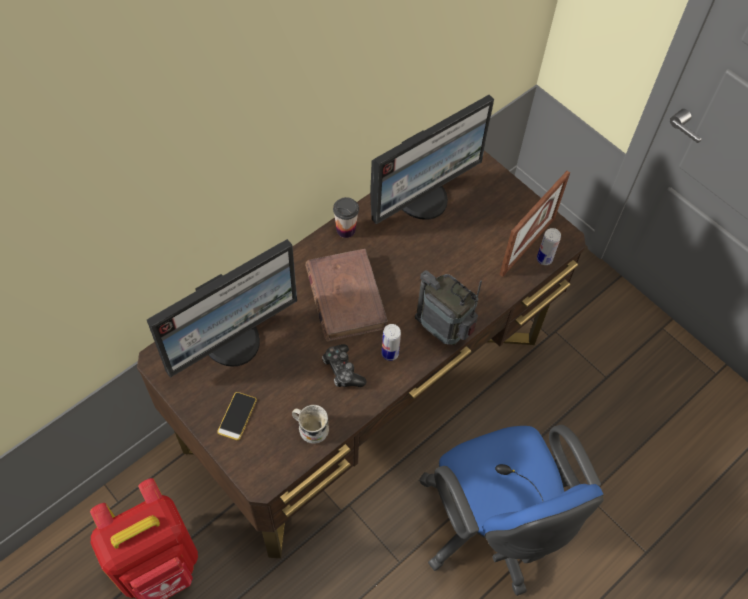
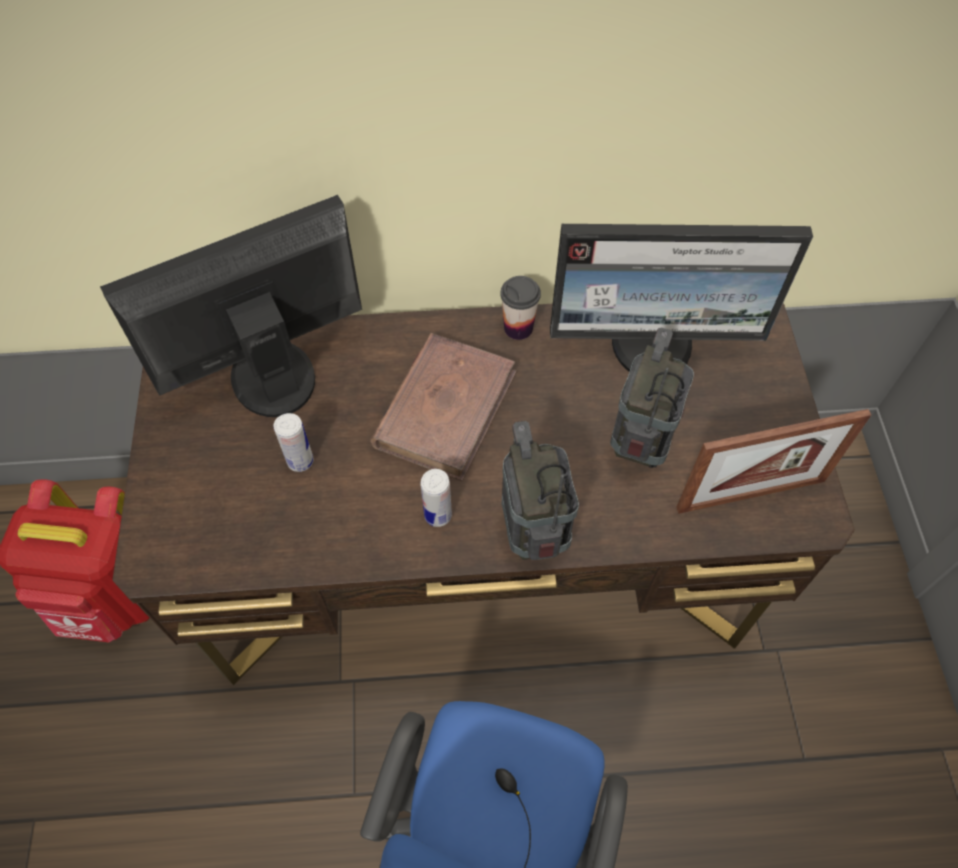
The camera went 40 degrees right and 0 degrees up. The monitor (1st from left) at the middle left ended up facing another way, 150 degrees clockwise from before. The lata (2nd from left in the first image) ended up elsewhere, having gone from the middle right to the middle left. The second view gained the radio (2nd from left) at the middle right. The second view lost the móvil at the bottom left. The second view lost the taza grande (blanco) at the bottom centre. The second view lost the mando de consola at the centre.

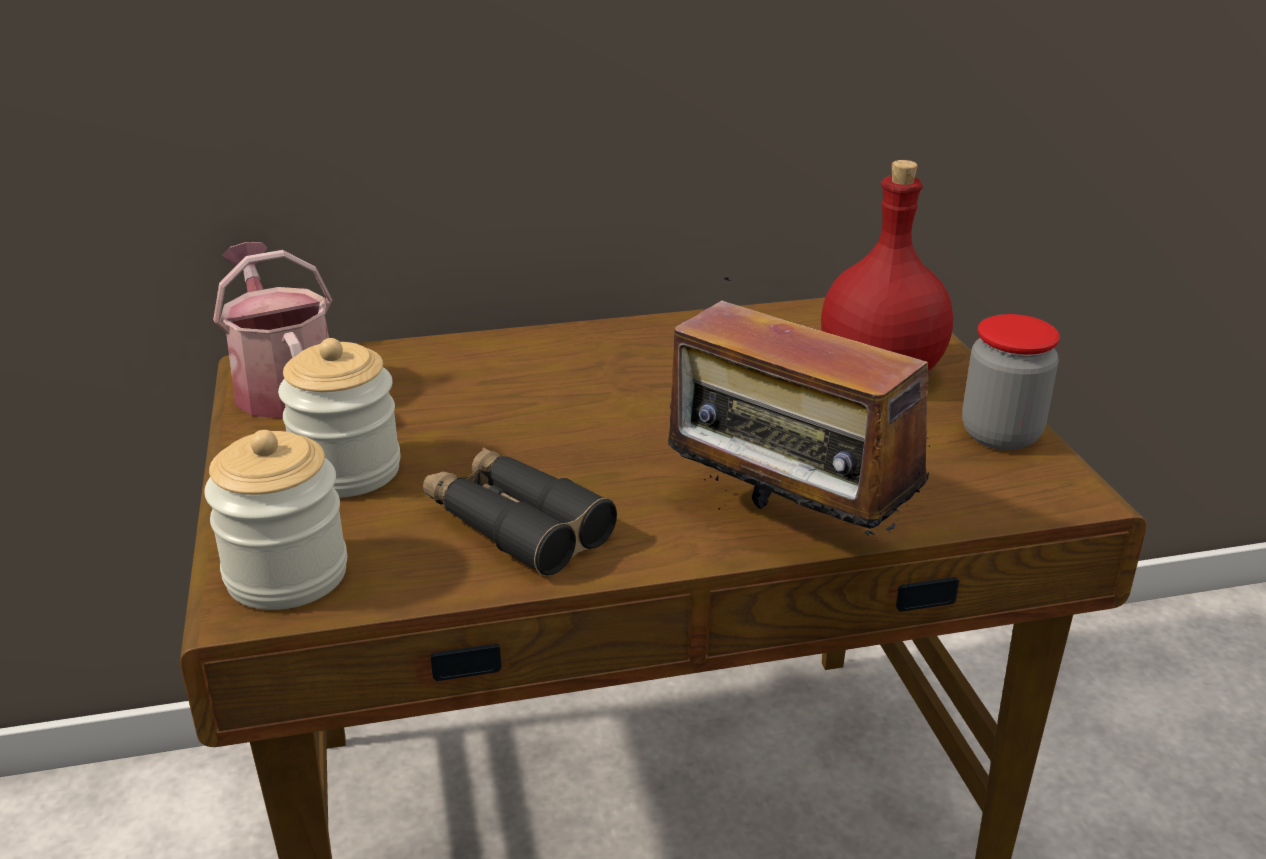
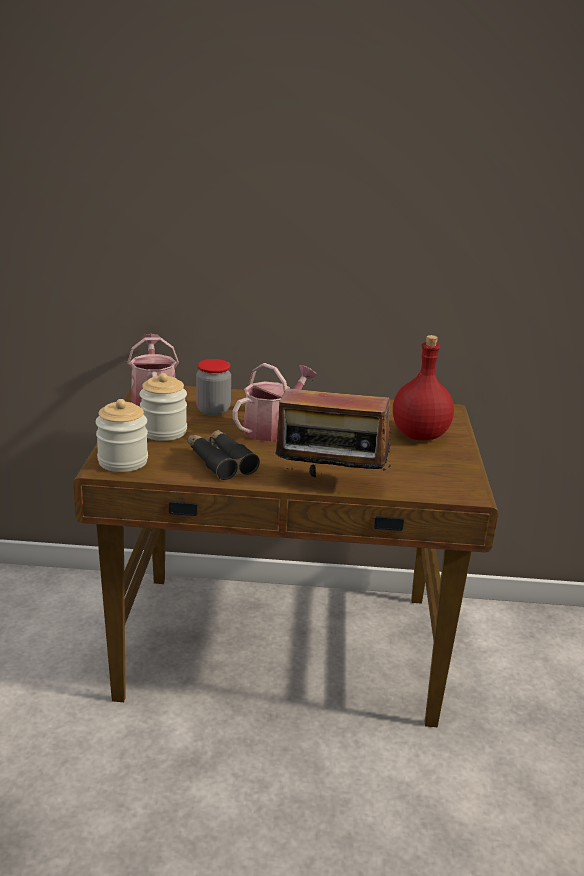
The camera went 15 degrees right and 5 degrees down. The tarro (3rd from left) ended up elsewhere, having gone from the middle right to the centre. The second view gained the regadera (2nd from left) at the centre. The radio at the centre ended up facing another way, 45 degrees counterclockwise from before.

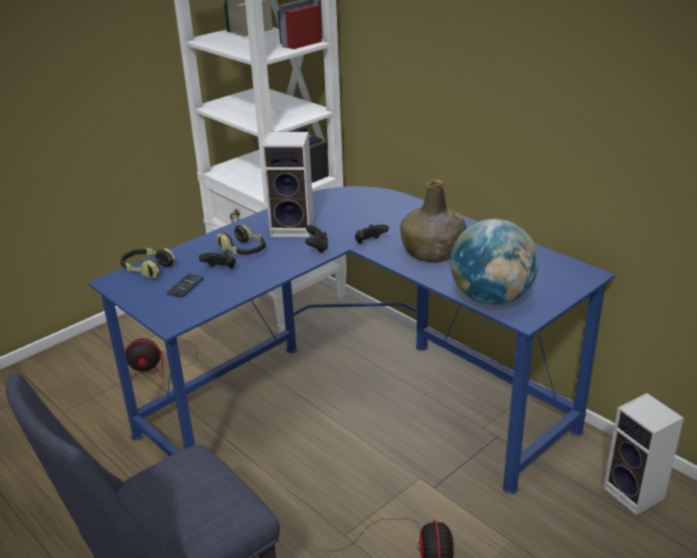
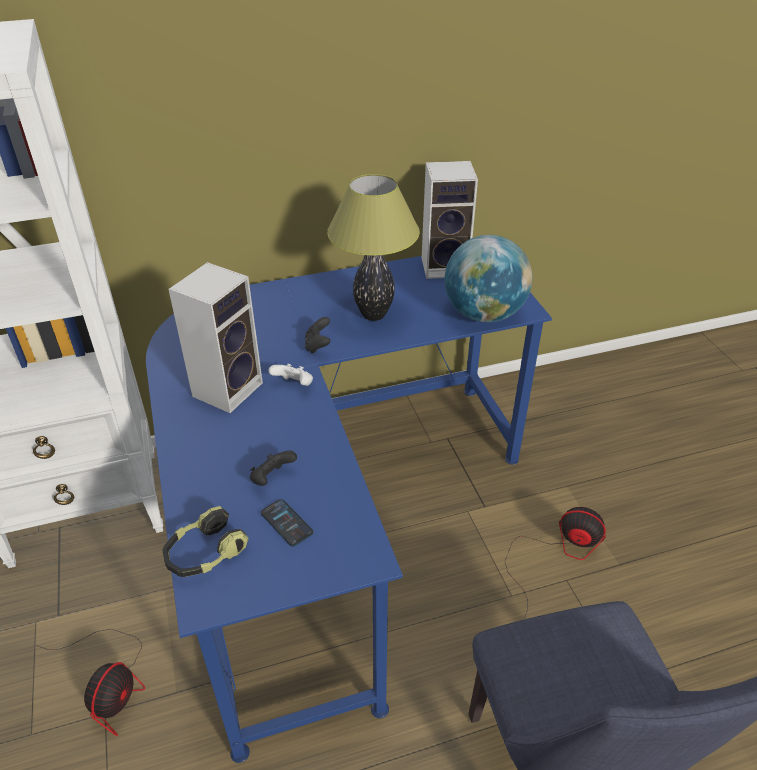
The camera went 65 degrees left and 10 degrees up. What was the mando de consola (negro) (2nd from left) at the centre turned into the mando de consola (blanco) at the centre. Where the botella (verde) stood at the centre, the lámpara de mesa came to stand at the top centre. The altavoz (2nd from left) ended up elsewhere, having gone from the bottom right to the top centre. The second view lost the auriculares (2nd from left) at the centre.

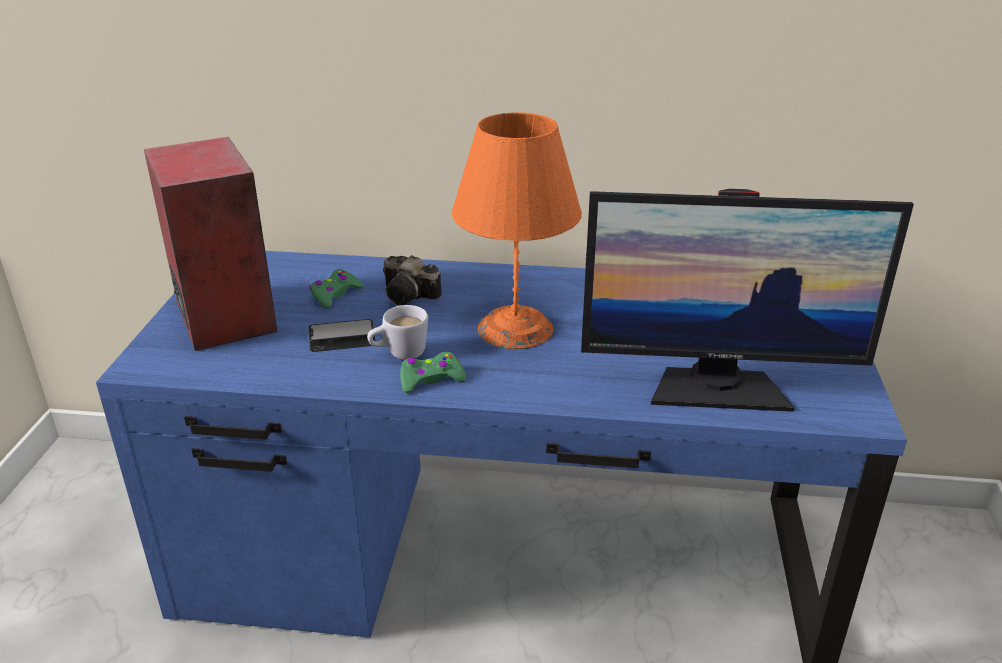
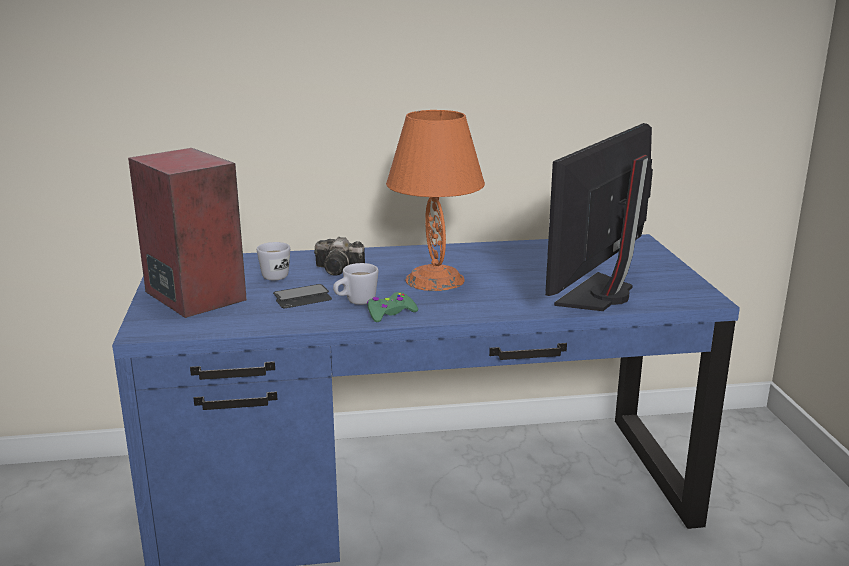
The camera went 15 degrees left and 10 degrees down. Where the mando de consola (verde) (1st from left) stood at the centre, the taza grande (blanco) (1st from left) came to stand at the middle left. The monitor at the middle right ended up facing another way, 135 degrees clockwise from before.

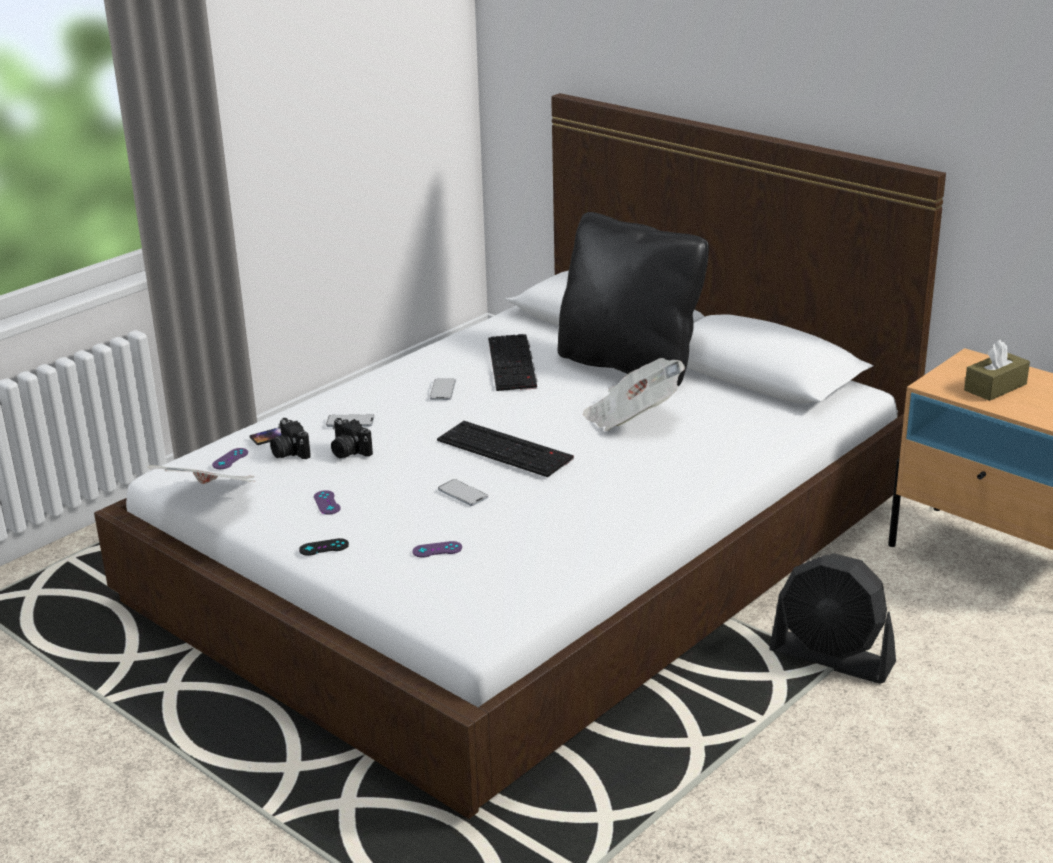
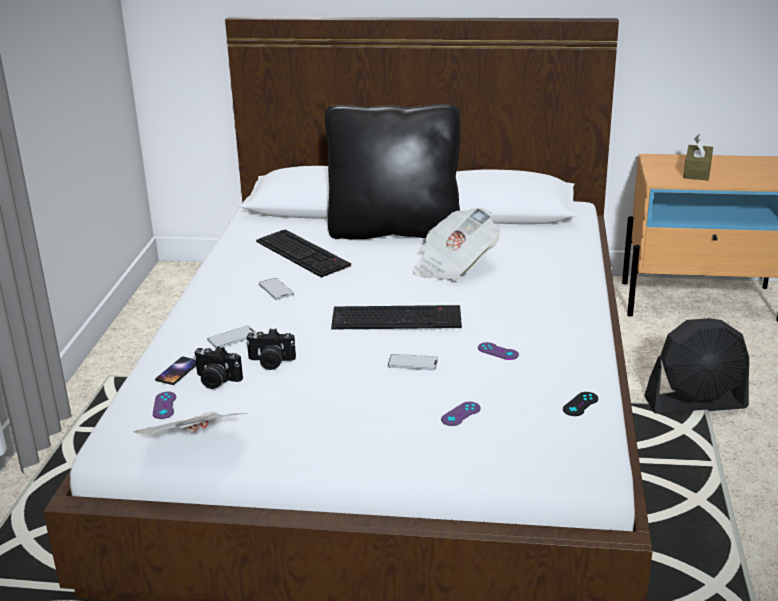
The camera went 35 degrees left and 0 degrees up. The mando de consola (morado) (2nd from left in the first image) ended up elsewhere, having gone from the middle left to the centre. The mando de consola (negro) ended up elsewhere, having gone from the middle left to the bottom right.

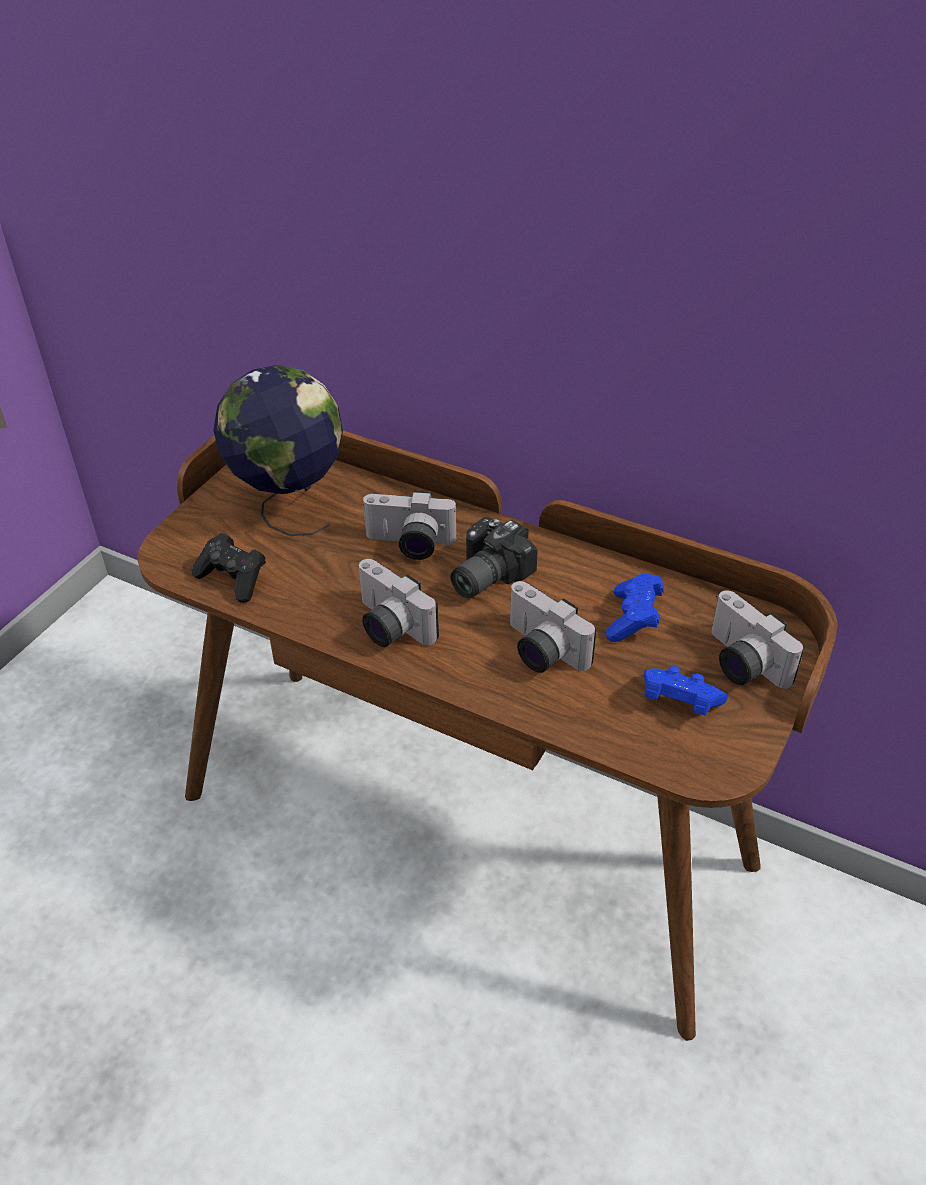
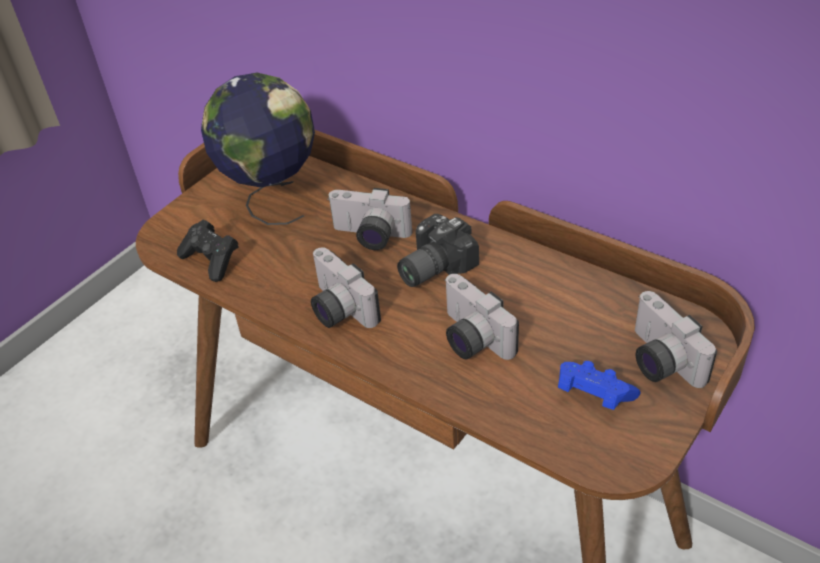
The camera went 10 degrees right and 0 degrees up. The second view lost the mando de consola (azul) (1st from left) at the middle right.

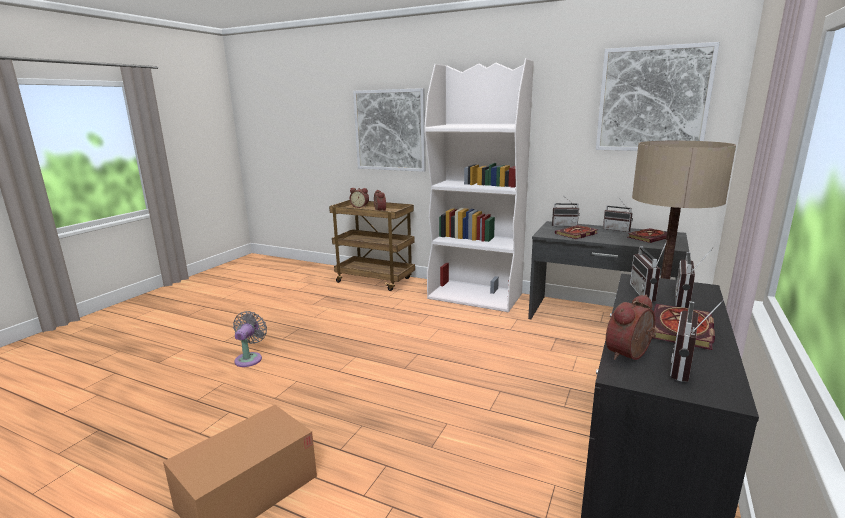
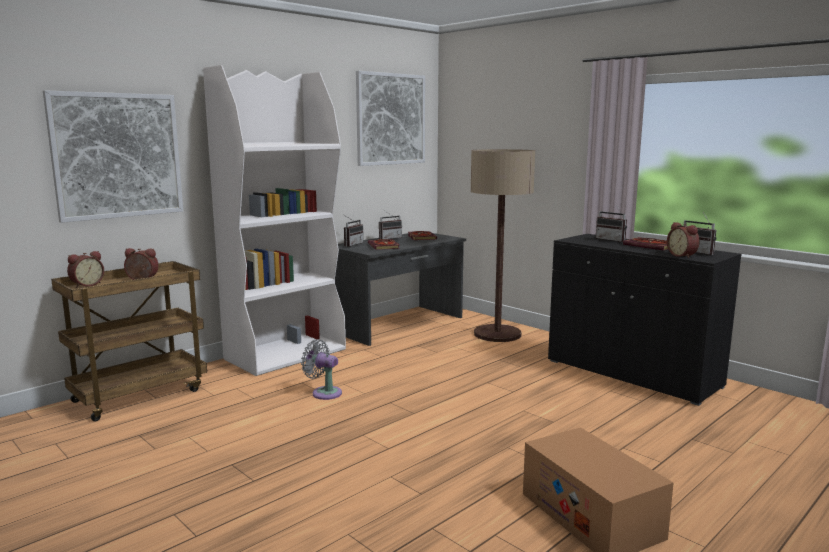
The camera went 70 degrees left and 5 degrees down. The ventilador (gris) ended up elsewhere, having gone from the middle left to the bottom centre. The second view lost the radio (3rd from left) at the middle right.

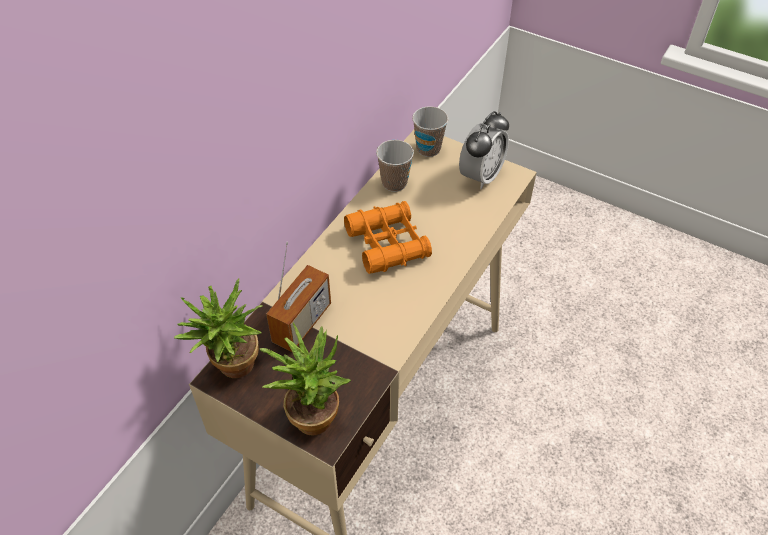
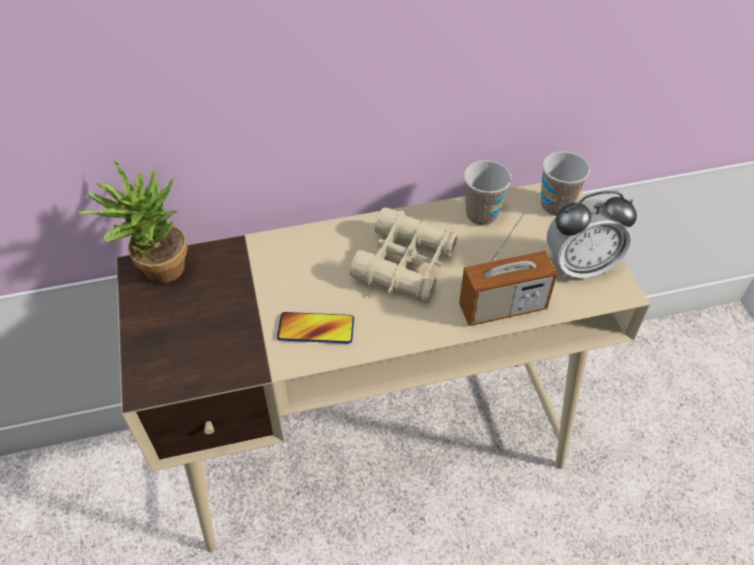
The camera went 45 degrees right and 0 degrees up. The second view gained the móvil at the centre. What was the prismáticos (naranja) at the centre turned into the prismáticos (beis) at the centre. The radio ended up elsewhere, having gone from the centre to the middle right. The second view lost the planta en maceta (2nd from left) at the bottom centre.

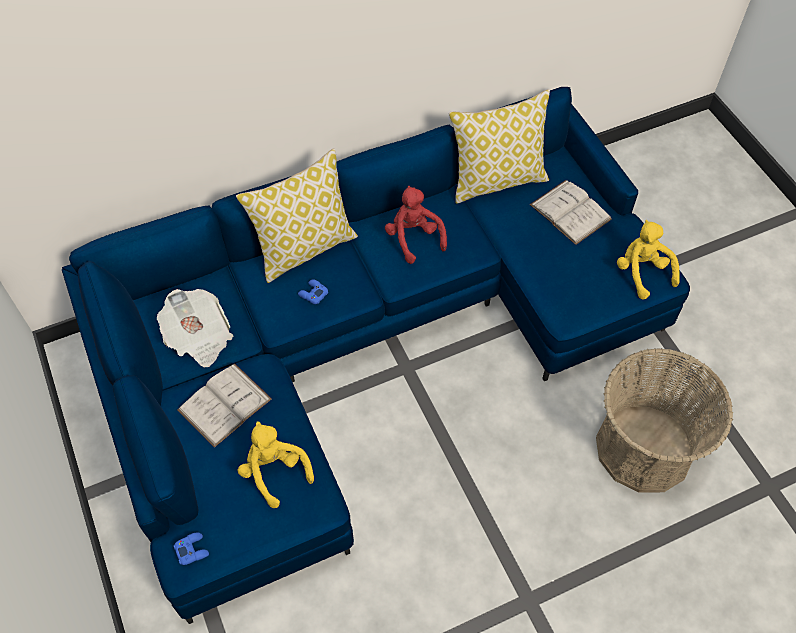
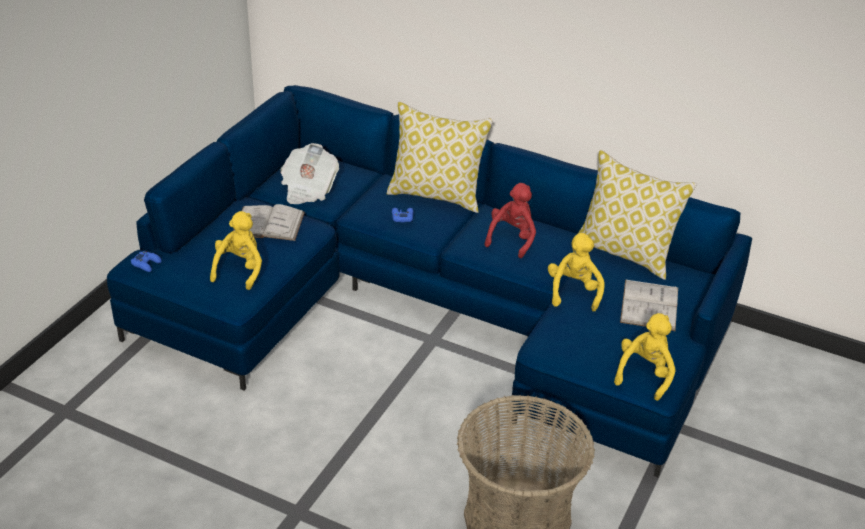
The camera went 50 degrees right and 20 degrees down. The second view gained the peluche (amarillo) (2nd from left) at the centre.

